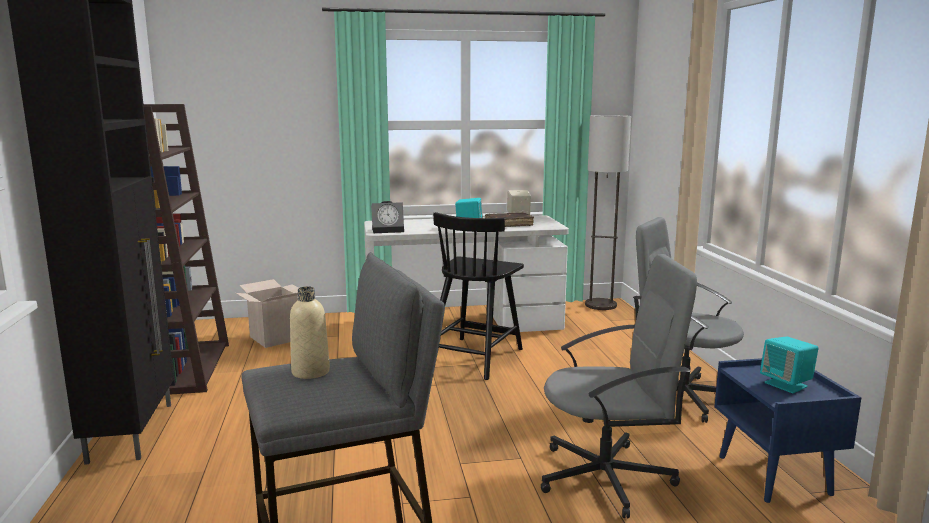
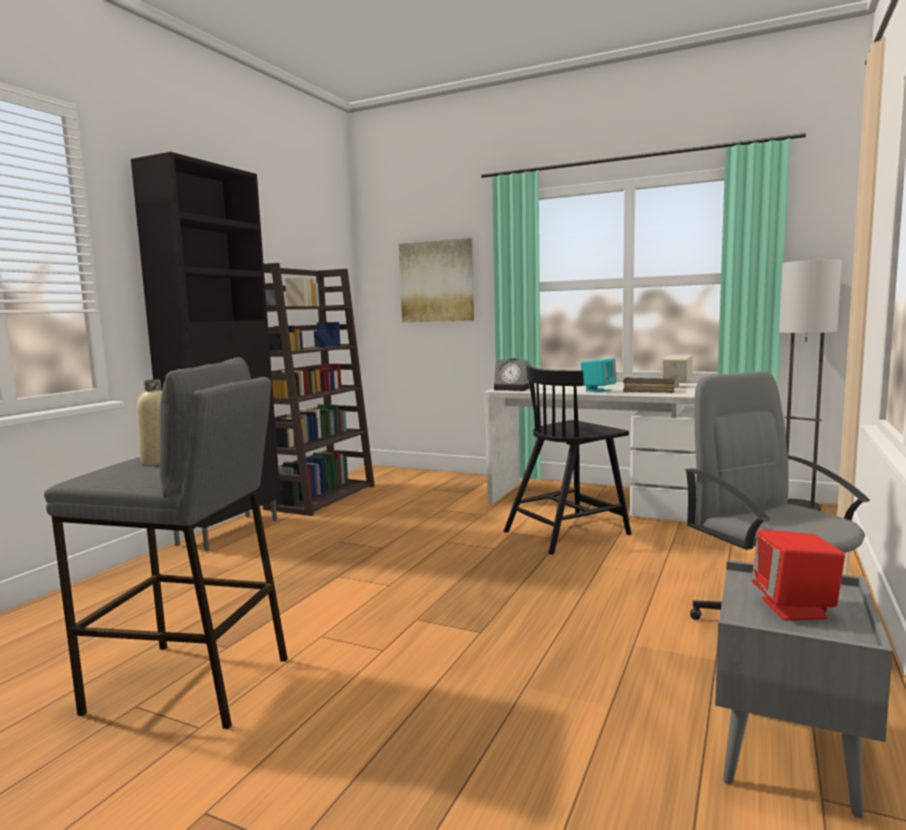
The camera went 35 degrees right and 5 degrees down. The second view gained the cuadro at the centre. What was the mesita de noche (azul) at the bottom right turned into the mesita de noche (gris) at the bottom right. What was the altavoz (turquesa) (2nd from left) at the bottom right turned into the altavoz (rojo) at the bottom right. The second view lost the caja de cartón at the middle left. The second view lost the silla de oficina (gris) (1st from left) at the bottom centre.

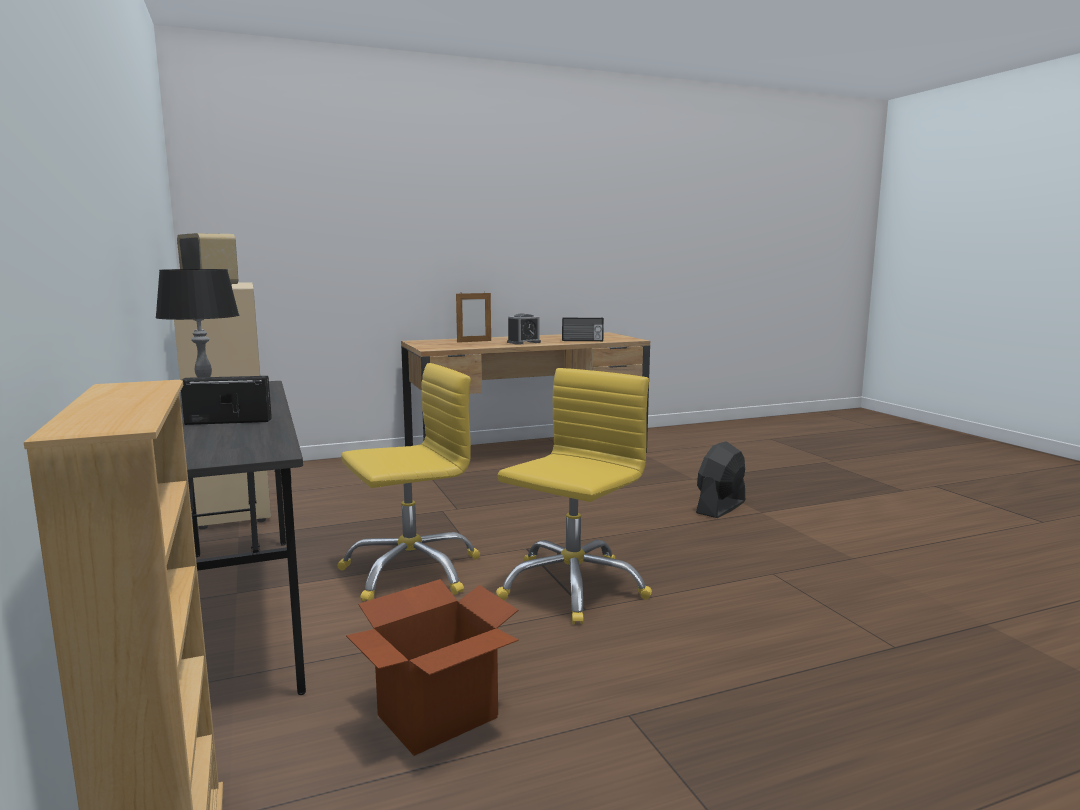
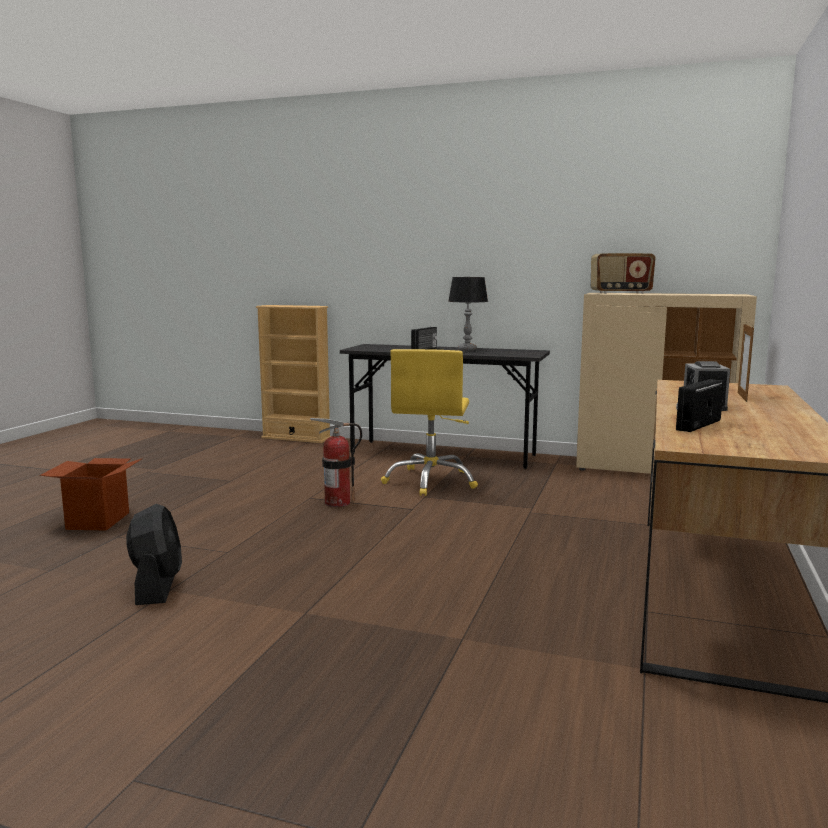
The camera went 130 degrees right and 0 degrees up. The caja de cartón ended up elsewhere, having gone from the bottom centre to the middle left. The ventilador (negro) ended up elsewhere, having gone from the middle right to the bottom left. Where the silla de oficina (amarillo) (2nd from left) stood at the centre, the extintor came to stand at the centre.

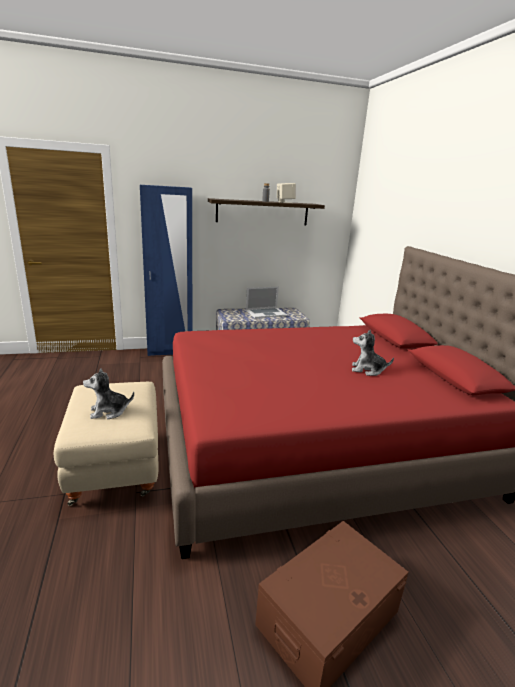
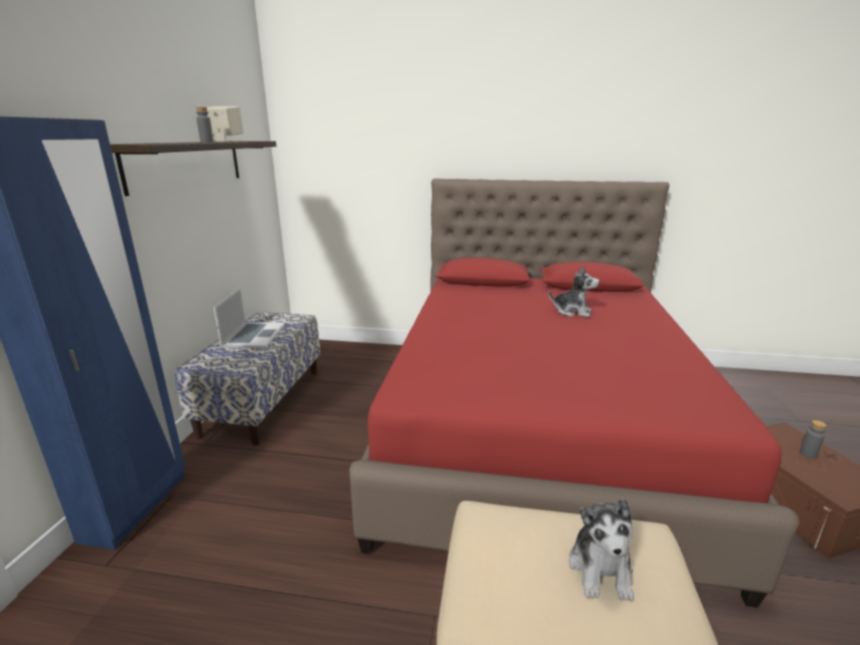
The camera went 65 degrees left and 0 degrees up. The peluche (2nd from left in the first image) at the middle right ended up facing another way, 105 degrees counterclockwise from before. The second view gained the botella (gris) (2nd from left) at the bottom right.

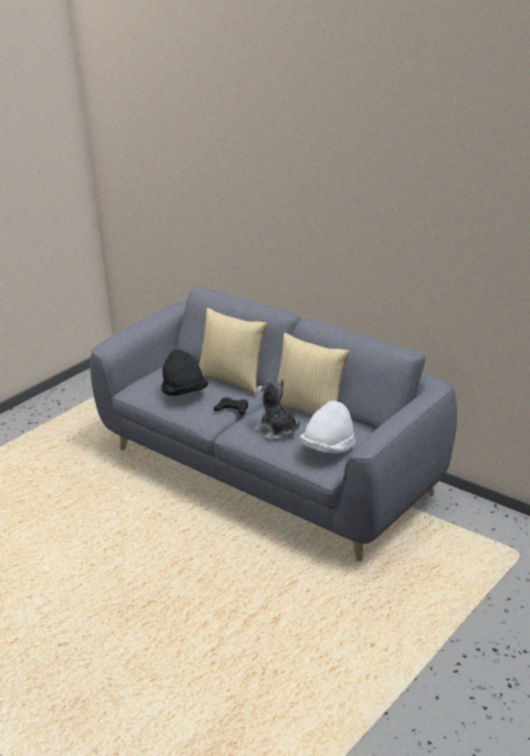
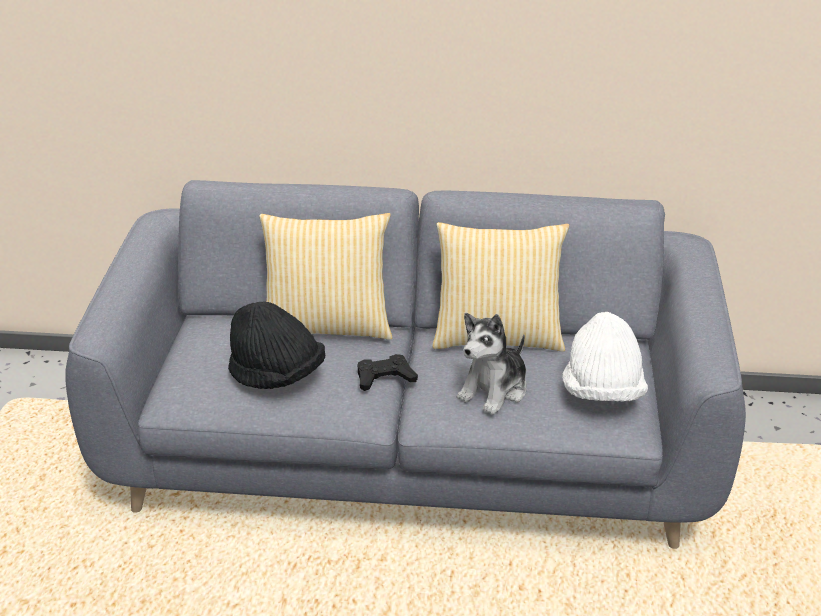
The camera went 35 degrees left and 5 degrees up. The peluche at the centre ended up facing another way, 60 degrees counterclockwise from before.

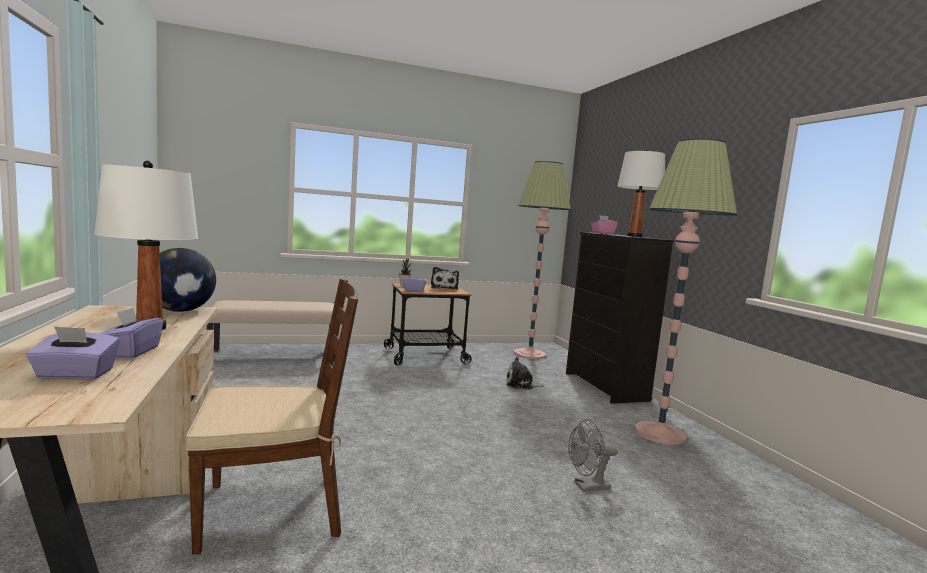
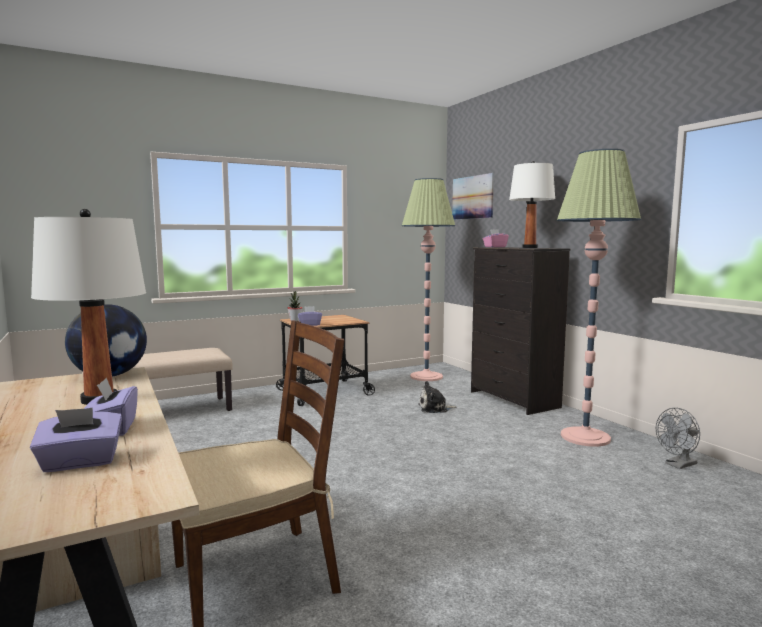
The camera went 10 degrees left and 0 degrees up. The second view gained the cuadro at the top centre. The ventilador (gris) ended up elsewhere, having gone from the bottom centre to the bottom right. The second view lost the peluche (1st from left) at the centre.

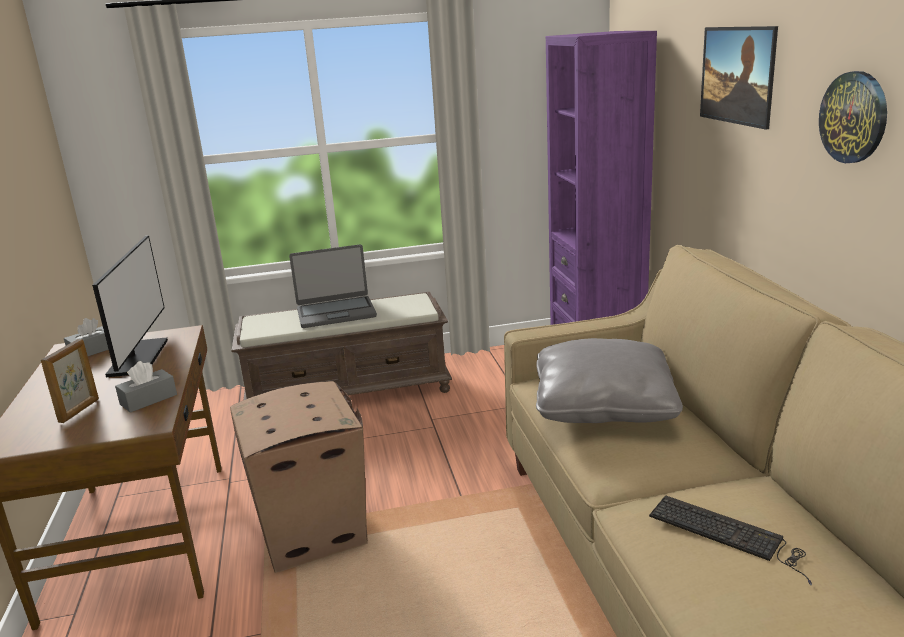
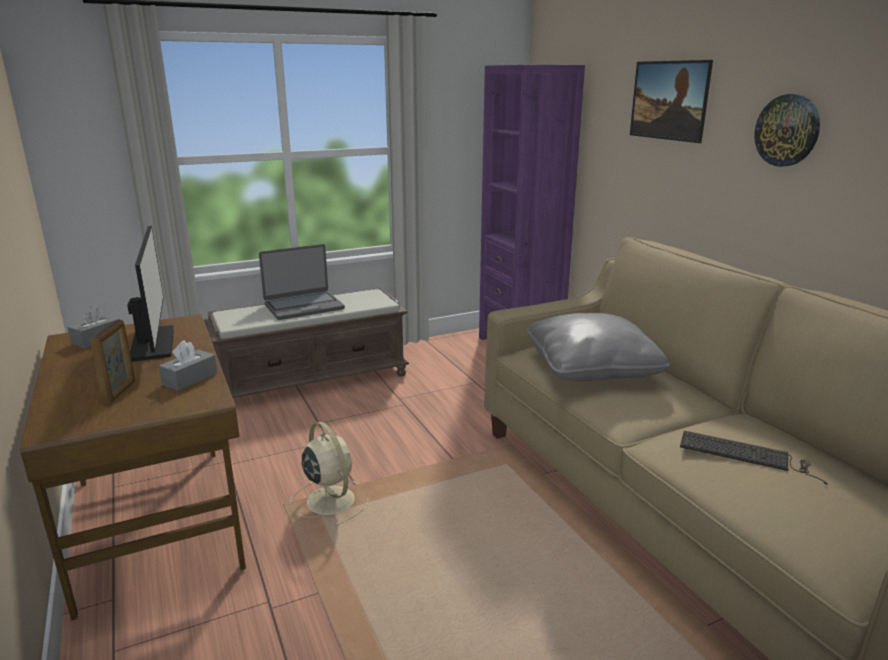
The camera went 15 degrees left and 0 degrees up. Where the caja de cartón stood at the bottom left, the ventilador (beis) came to stand at the bottom centre.

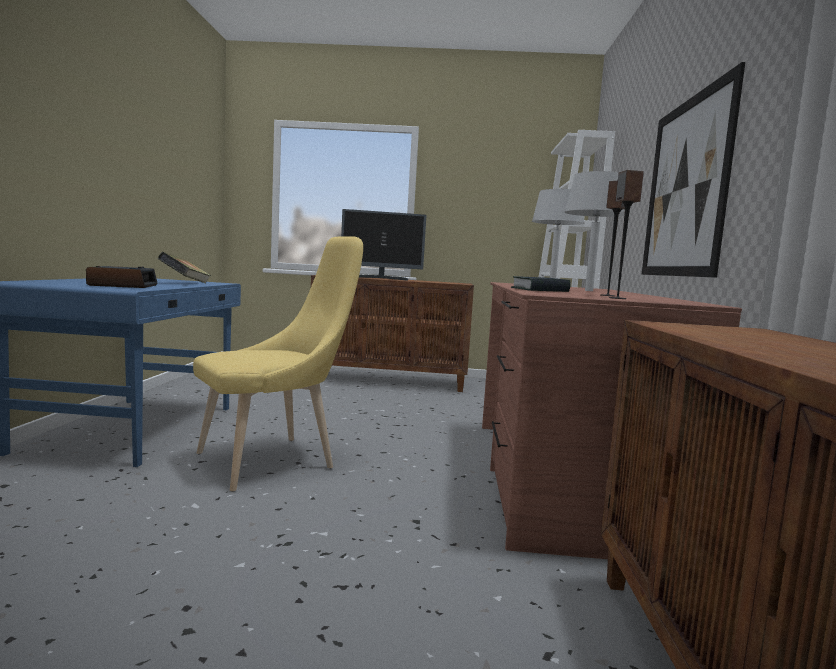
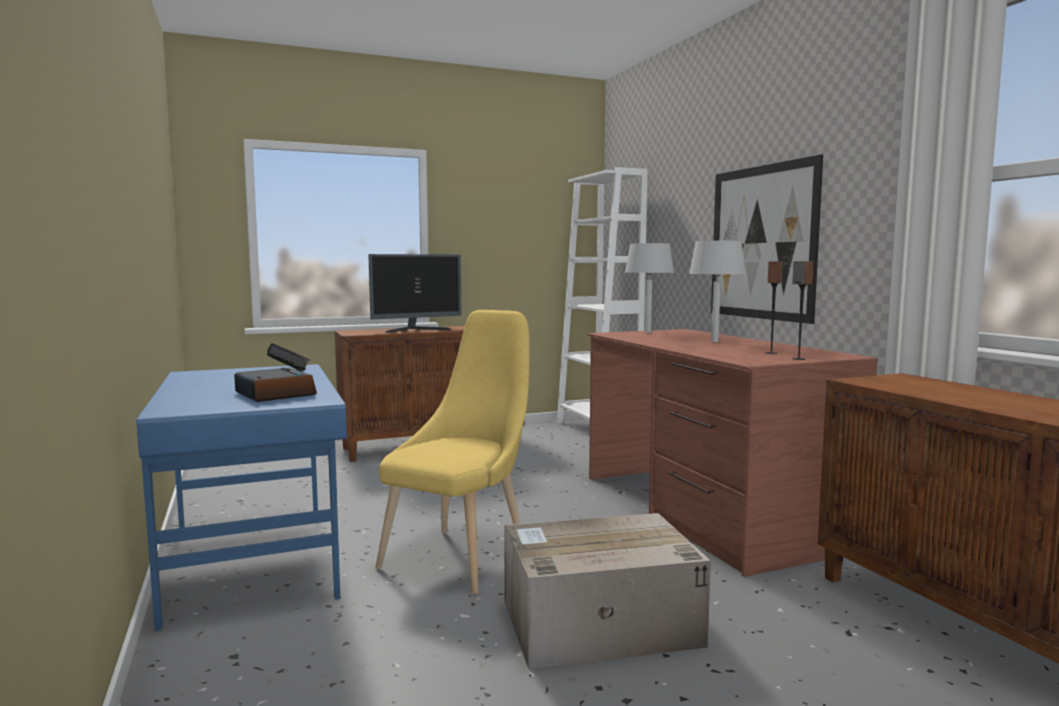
The camera went 25 degrees left and 0 degrees up. The second view gained the caja de cartón at the bottom centre. The second view lost the libro (2nd from left) at the centre.

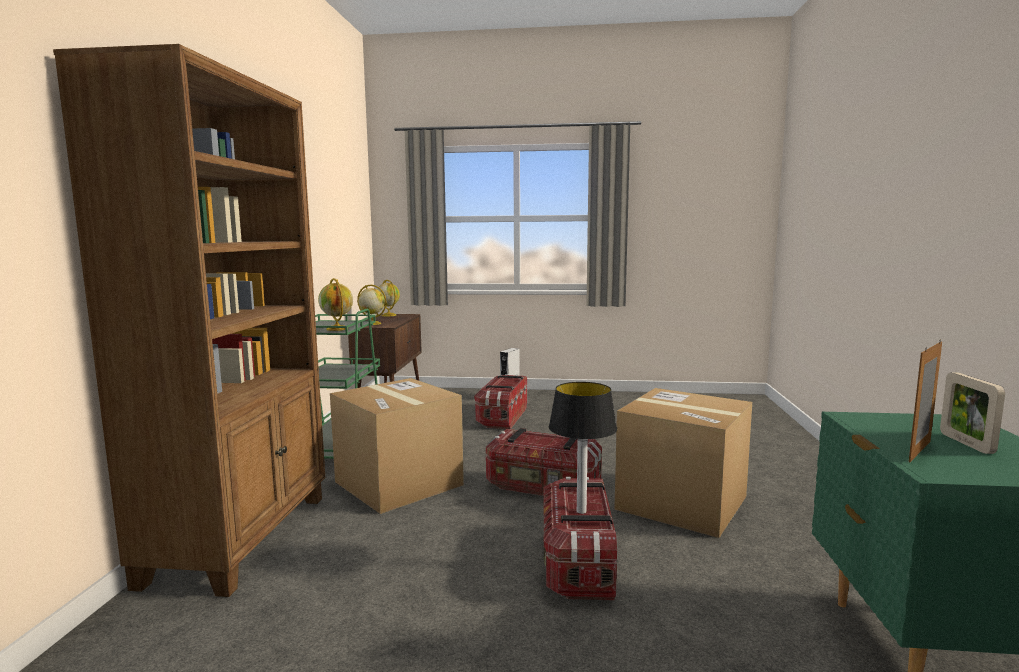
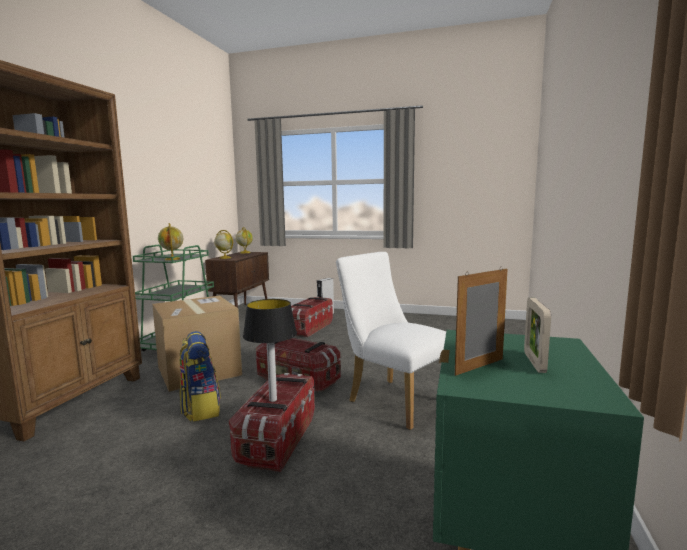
The camera went 10 degrees right and 0 degrees up. The second view gained the mochila at the bottom left. Where the caja de cartón (2nd from left) stood at the bottom right, the silla (blanco) came to stand at the centre.

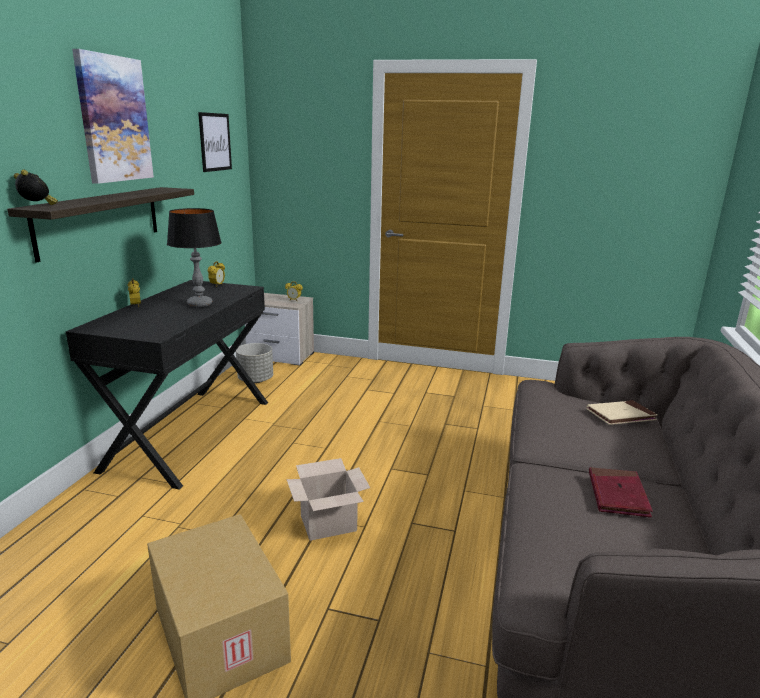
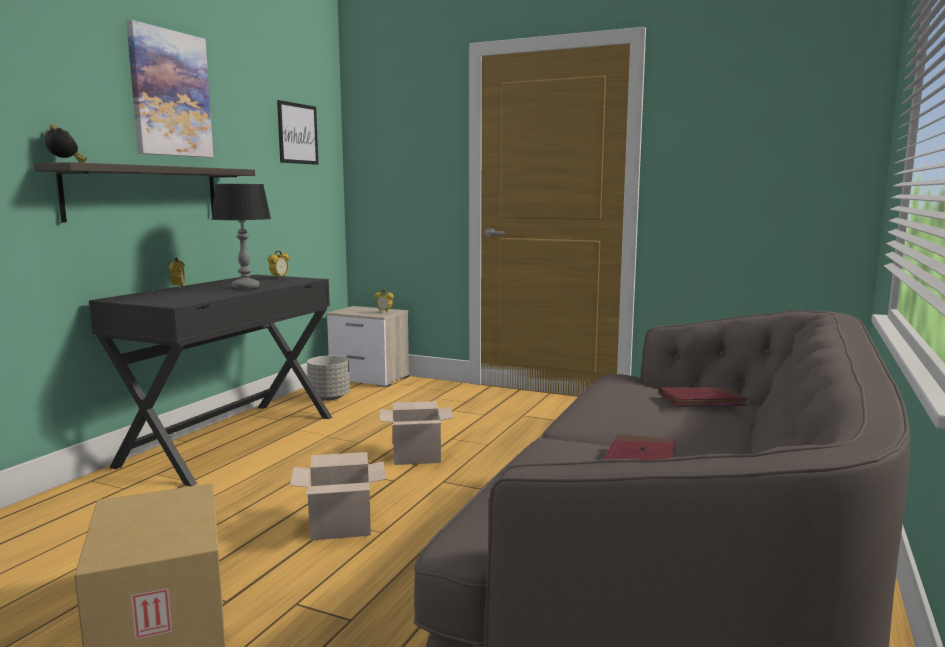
The camera went 10 degrees right and 10 degrees down. The second view gained the caja de cartón (3rd from left) at the bottom centre. What was the libro (beis) at the middle right turned into the libro (rojo) (2nd from left) at the middle right.

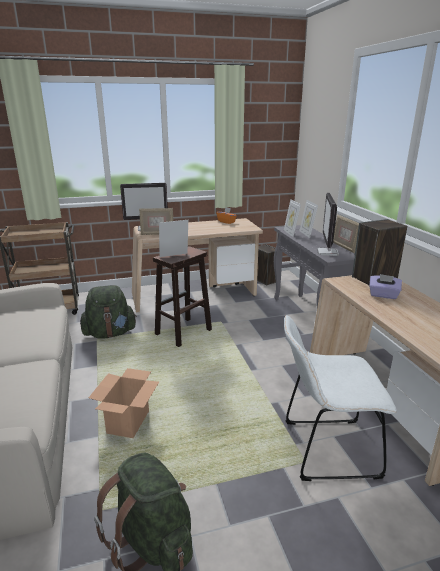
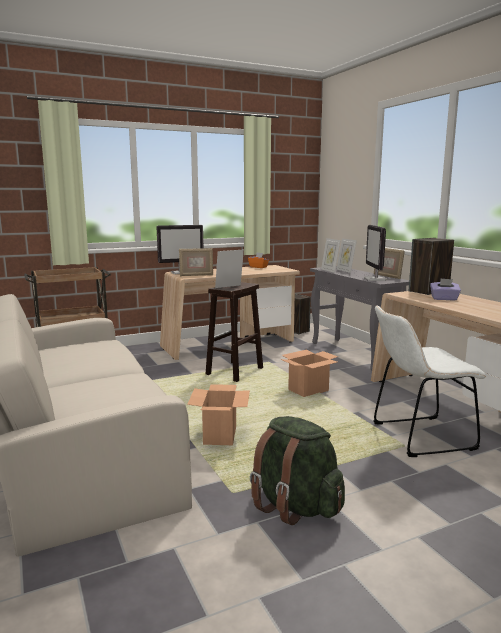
The camera went 10 degrees left and 10 degrees down. The second view gained the caja de cartón (2nd from left) at the centre. The second view lost the mochila (verde) (1st from left) at the middle left.

